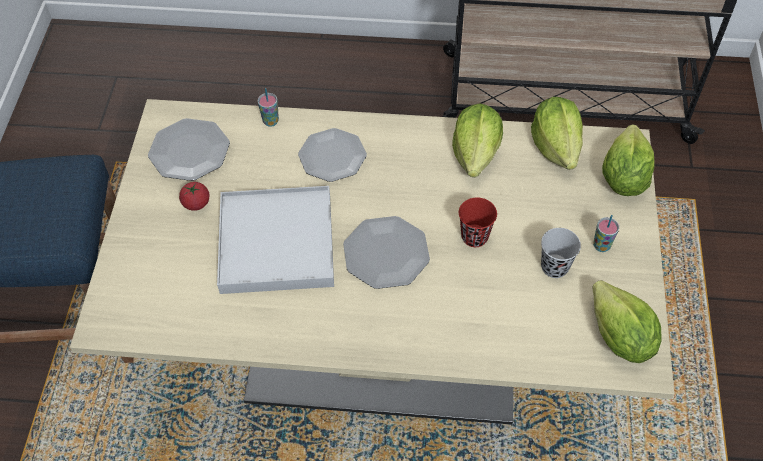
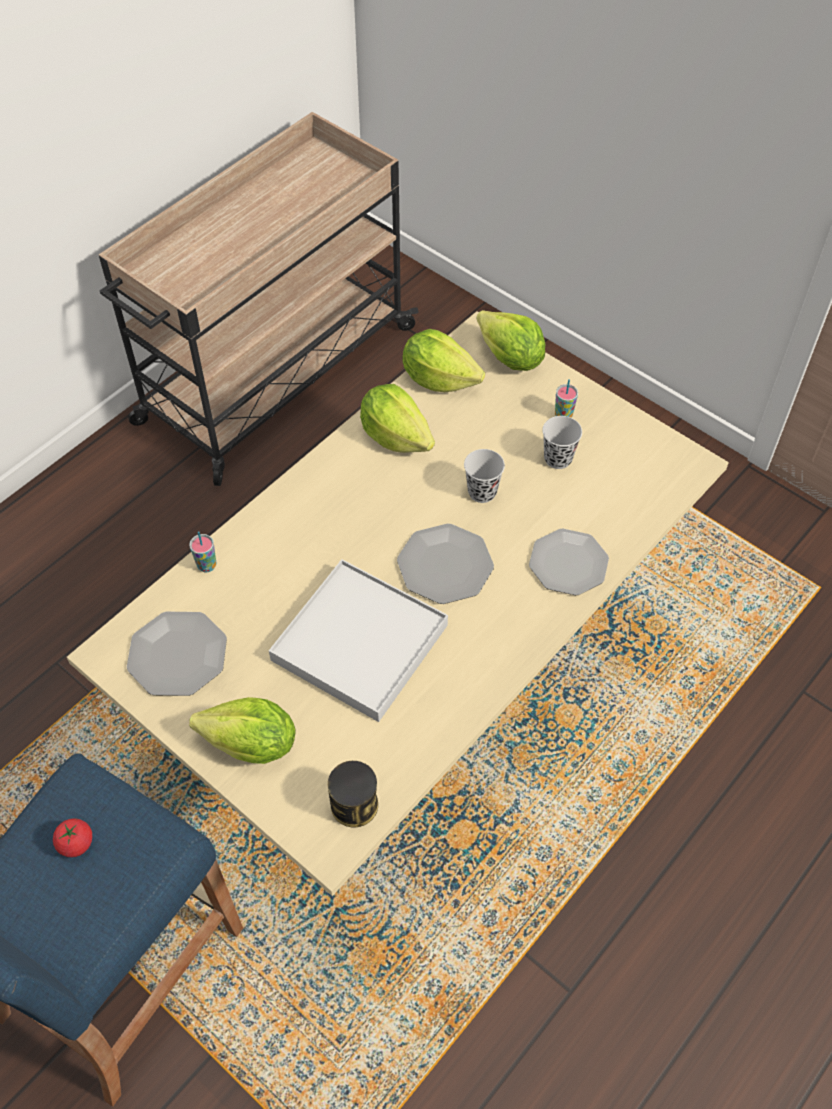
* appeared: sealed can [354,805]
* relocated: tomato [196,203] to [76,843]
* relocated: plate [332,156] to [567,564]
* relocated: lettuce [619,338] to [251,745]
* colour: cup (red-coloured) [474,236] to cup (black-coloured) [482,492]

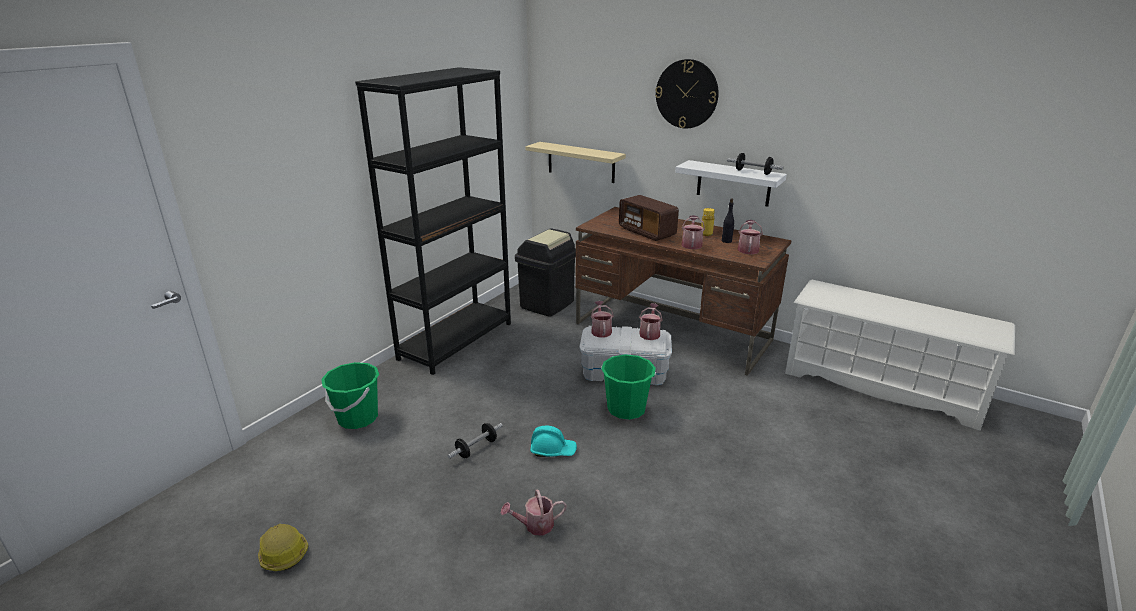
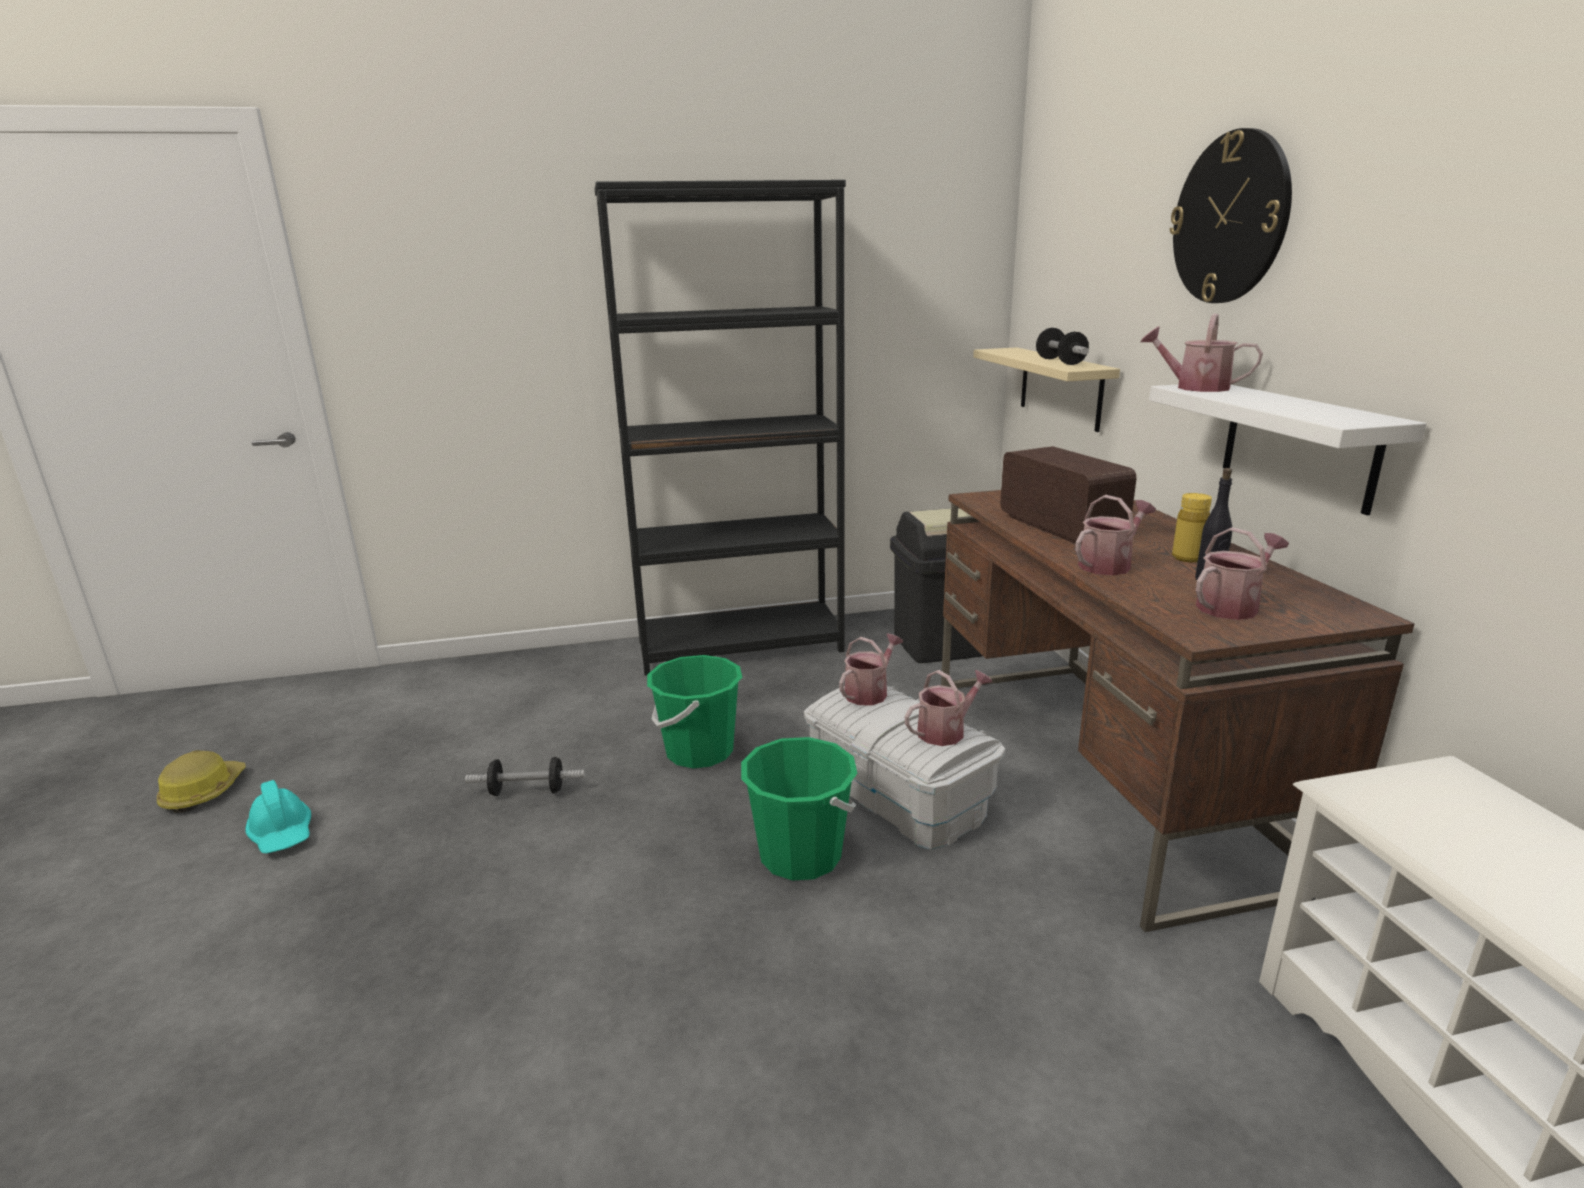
* relocated: pail (green-coloured) [357,418] to [699,751]
* relocated: watering can [535,525] to [1194,387]
* relocated: hard hat (turquoise-coloured) [553,450] to [282,833]
* relocated: hand weight [753,172] to [1060,362]
* spun: radio set [647,232] = [1060,527] 150 degrees clockwise

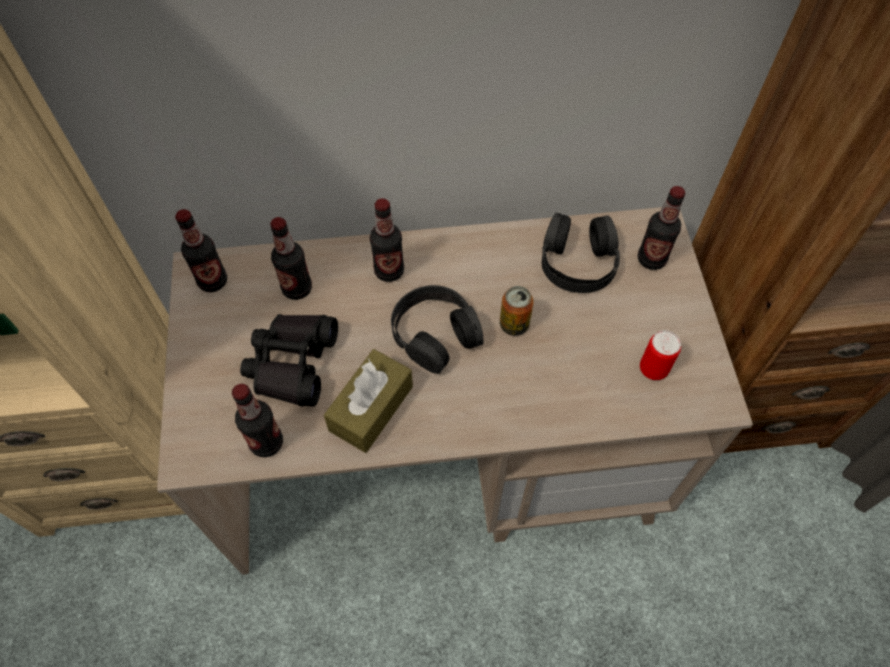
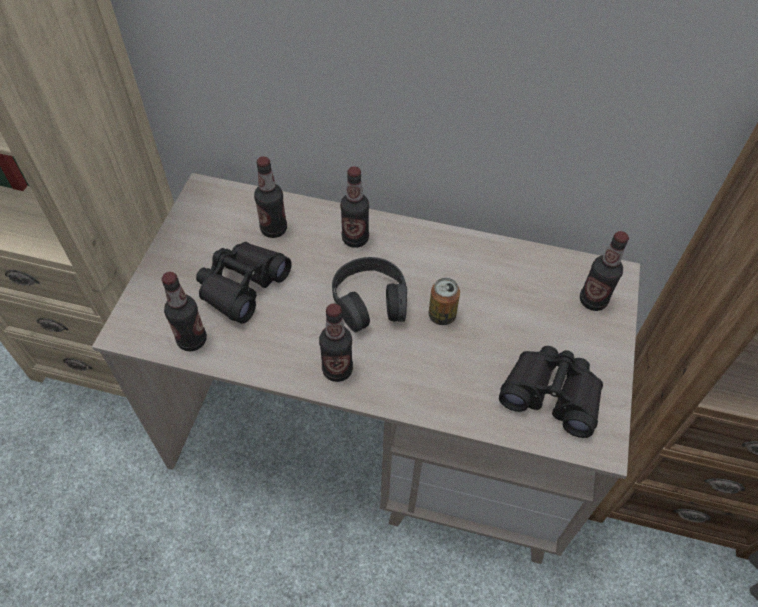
* missing: tissue box (brown) [371,408]
* missing: headphones (black-coloured) [578,261]
* relocated: drink bottle [213,281] to [337,370]
* exchanged: sealed can [653,369] to pair of binoculars (black-coloured) [551,394]

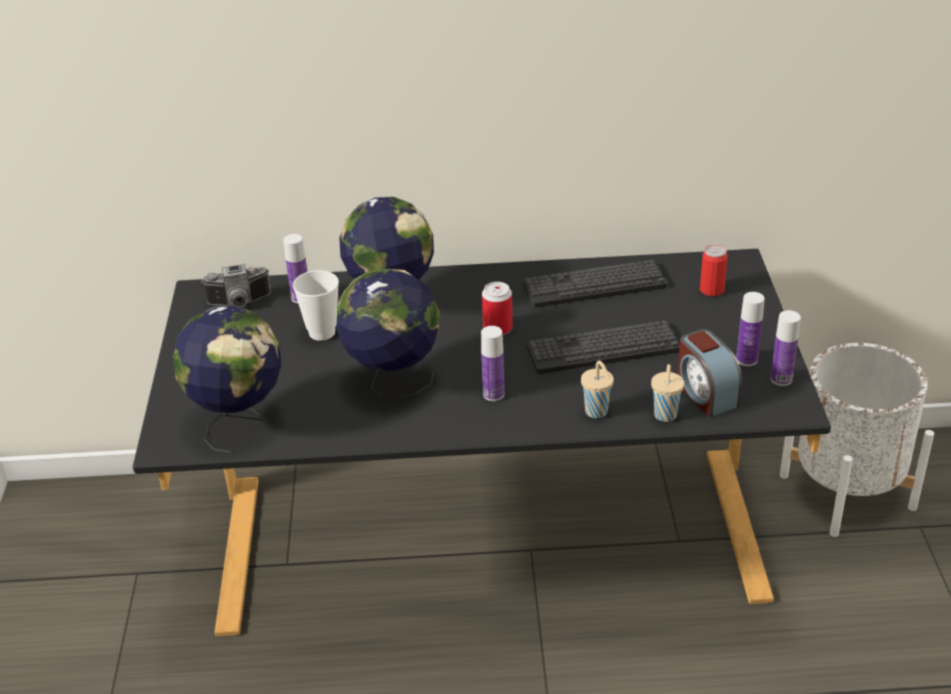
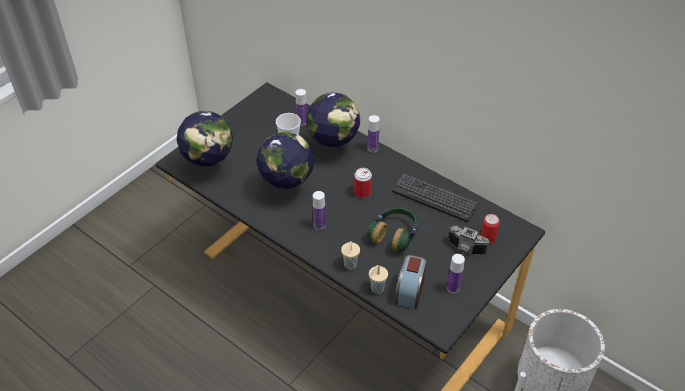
* relocated: photo camera [240,303] to [465,250]
* relocated: drink bottle [781,379] to [372,148]
* exchanged: computer keyboard [603,349] to headphones [394,235]

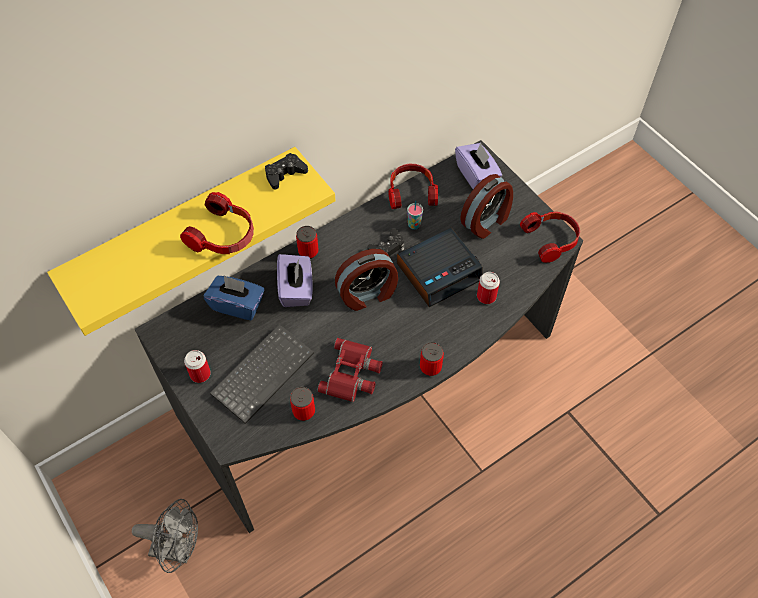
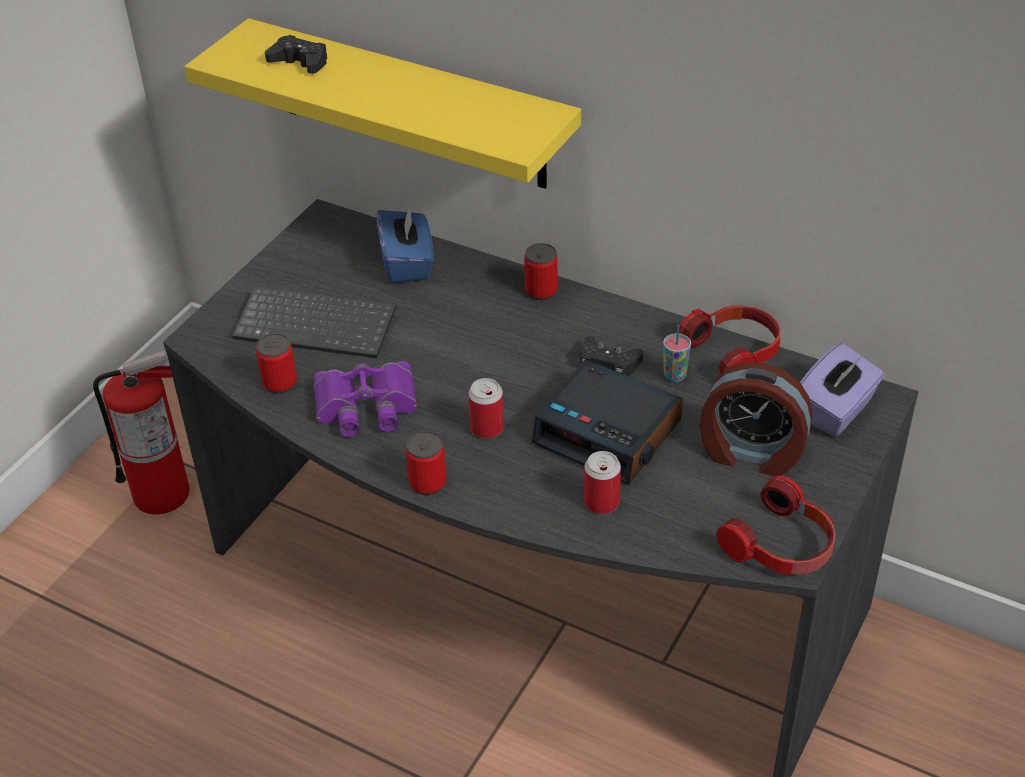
* missing: headphones [224,235]
* missing: tissue box (purple) [296,289]
* missing: table clock [367,294]
* relocated: sealed can [200,374] to [487,428]
* relocated: joypad (black-coloured) [285,174] to [300,62]
* exchanged: cooling fan (gray) [178,549] to extinguisher [162,493]
* colour: pair of binoculars (red-coloured) [352,374] to pair of binoculars (purple) [365,407]

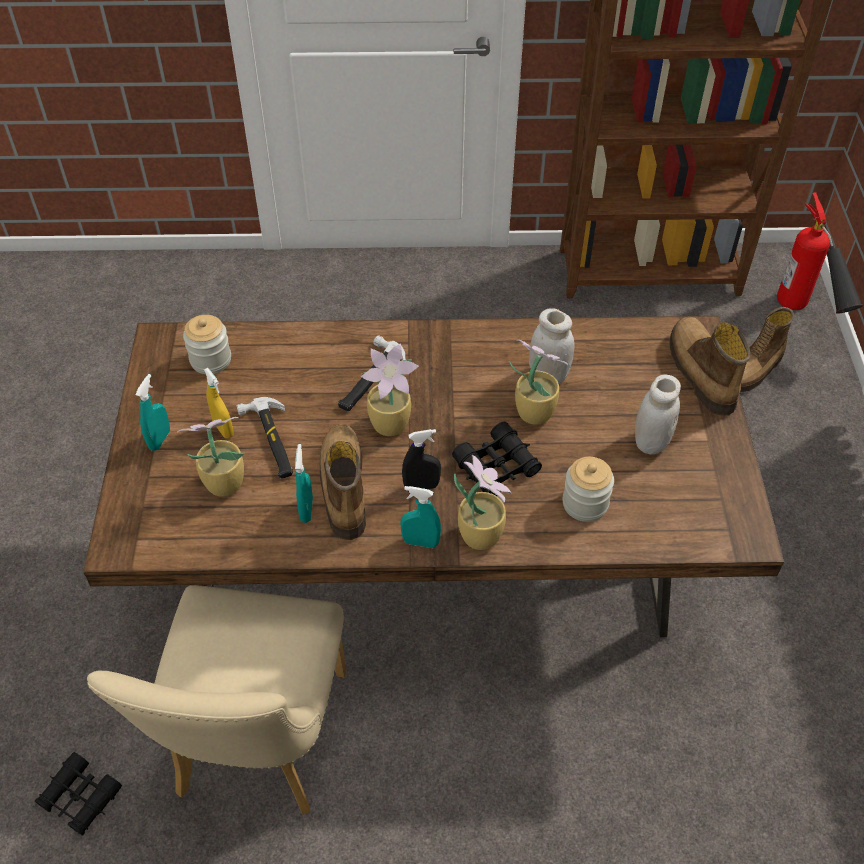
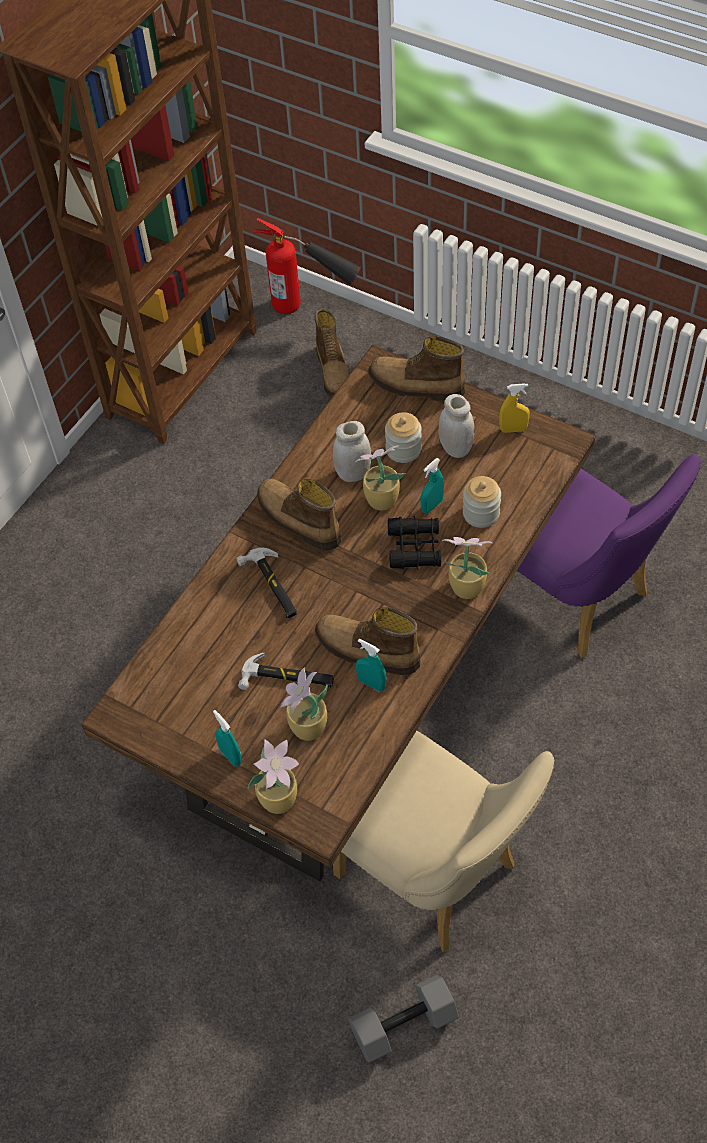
* missing: hand sprayer (black-coloured) [421,486]
* appeared: tall boot [297,521]
* appeared: plain chair (purple) [577,599]
* relocated: jar [211,360] to [403,449]
* relocated: hand sprayer (yellow) [223,429] to [513,429]
* relocated: plant in a pot [392,424] to [280,798]
* relocated: hand sprayer (turquoise-coloured) [420,542] to [432,506]
* exchanged: pair of binoculars (black-coloured) [80,798] to hand weight (gray) [403,1026]

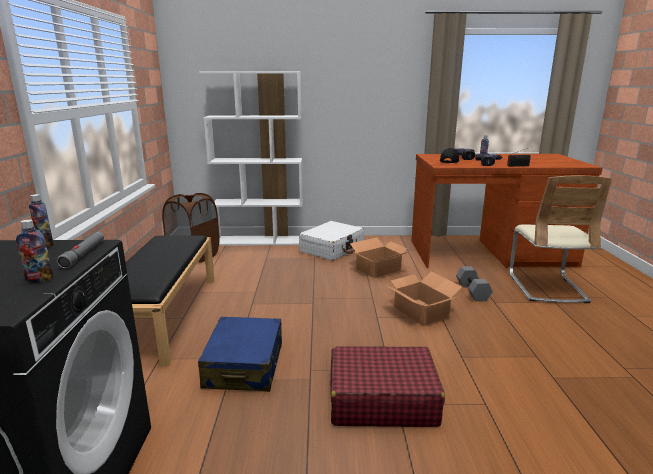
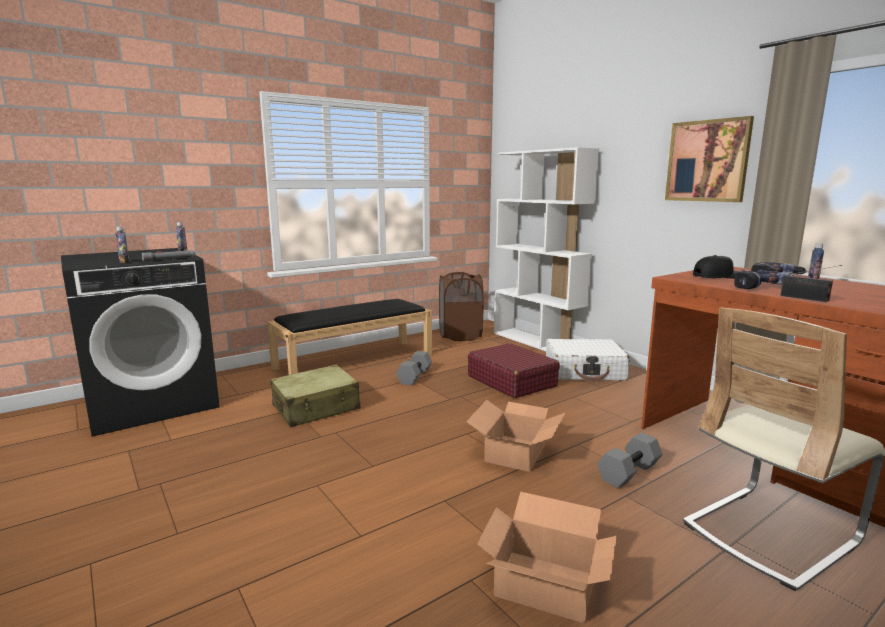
* appeared: hand weight (gray) [414,376]
* appeared: wall picture [707,161]
* relocated: travel case (red-coloured) [381,399] to [511,381]
* relocated: packing box [379,269] to [546,586]
* colour: travel case (blue) [244,365] to travel case (beige-coloured) [316,408]

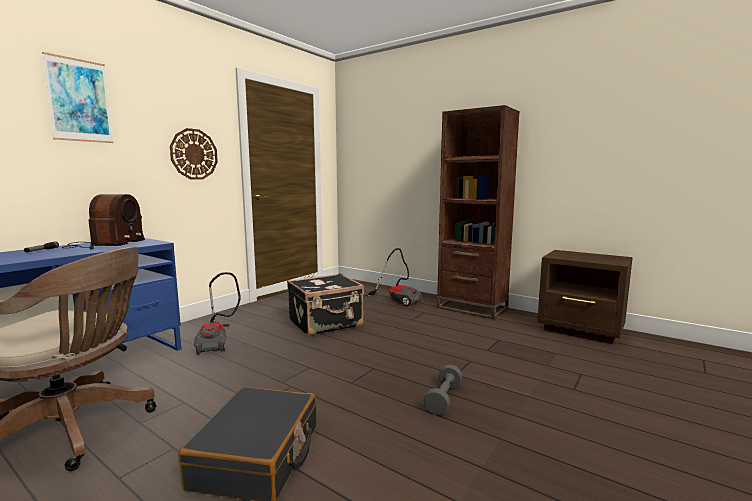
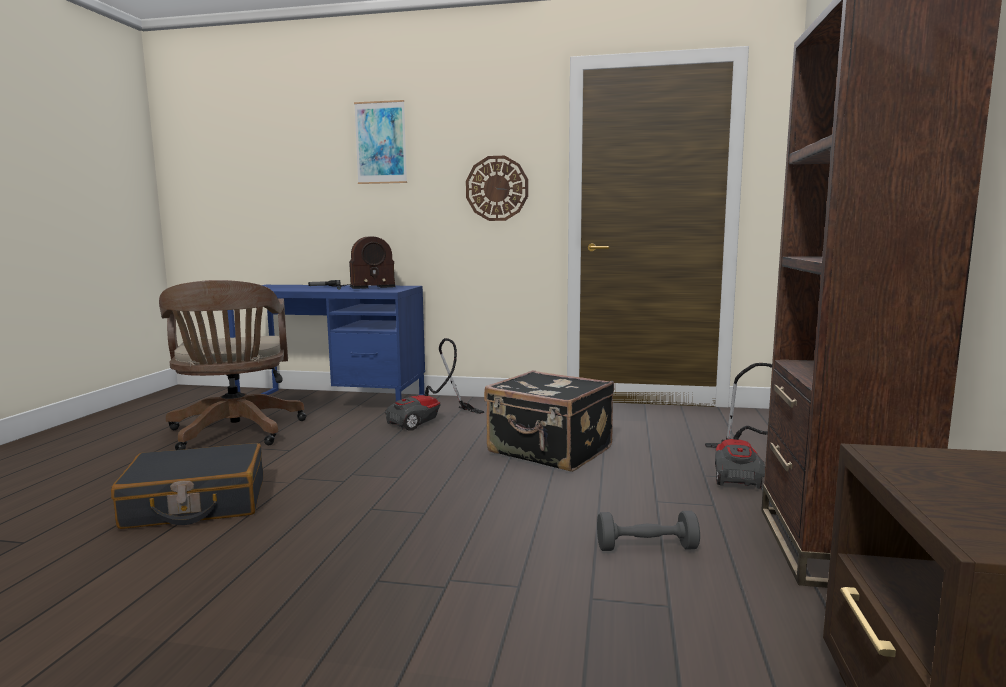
* relocated: hand weight (gray) [443,399] to [646,547]

